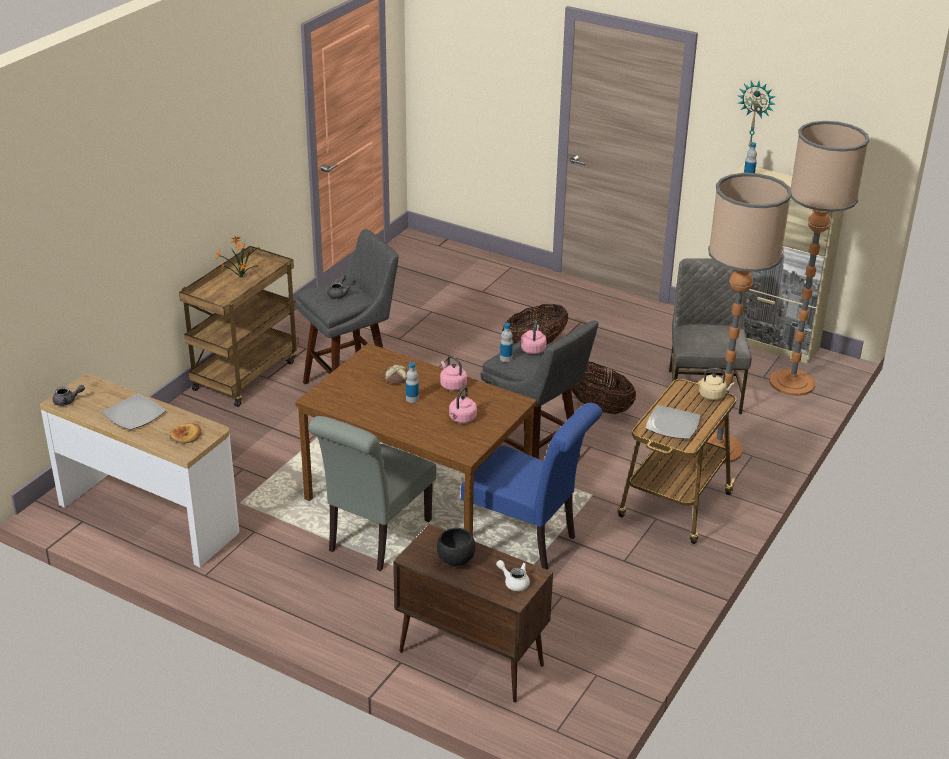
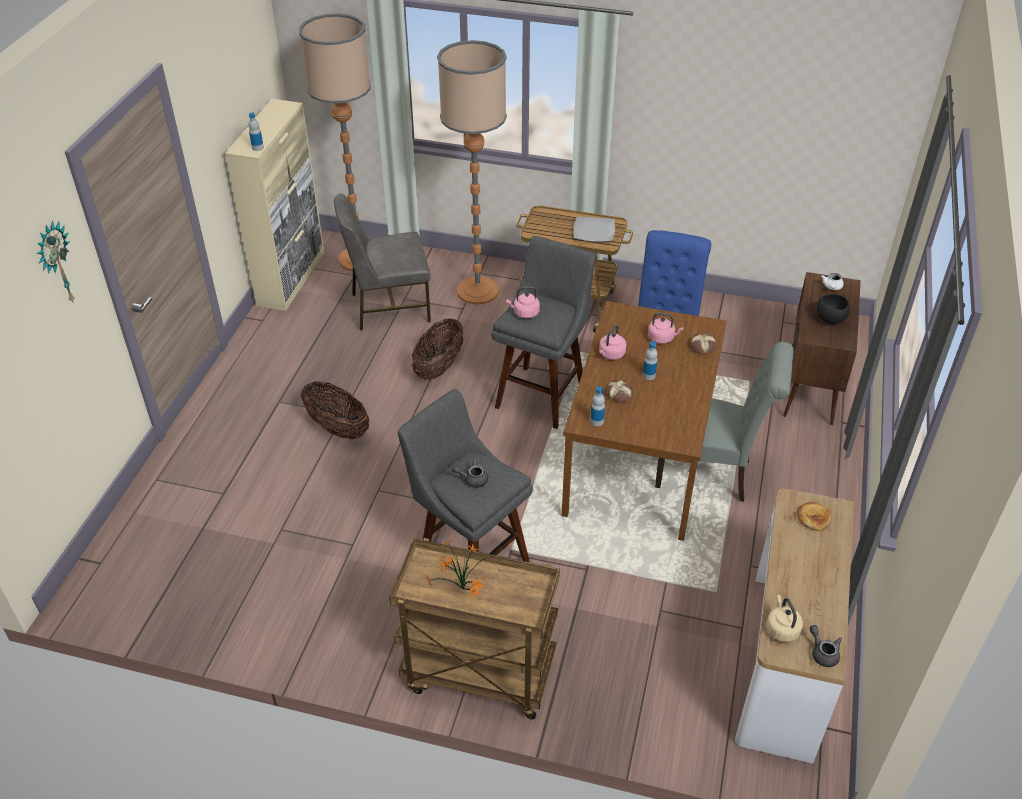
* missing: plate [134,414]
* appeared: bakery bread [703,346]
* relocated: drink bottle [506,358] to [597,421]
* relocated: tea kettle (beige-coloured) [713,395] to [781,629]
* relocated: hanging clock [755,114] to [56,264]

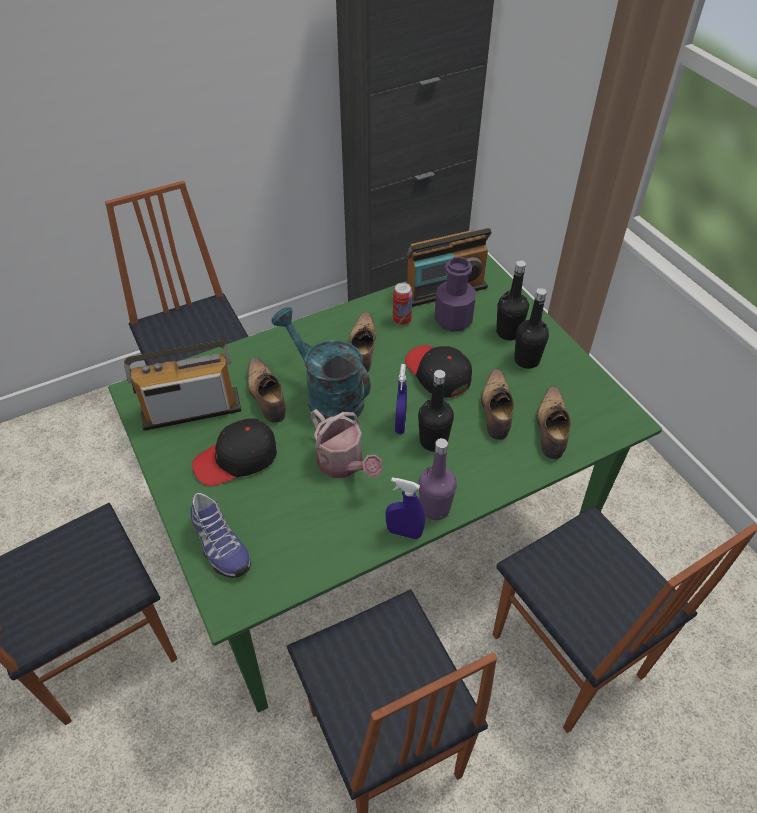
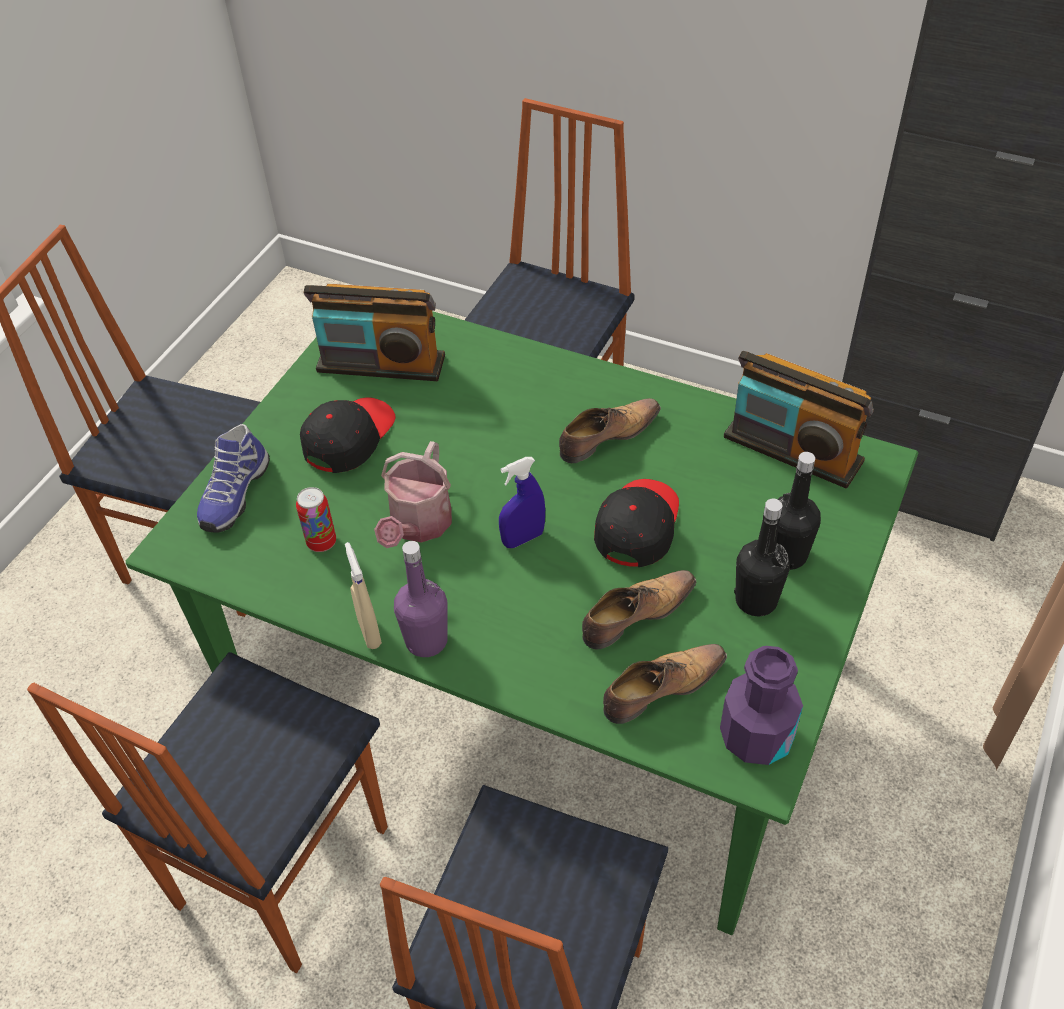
* missing: shoe [266,395]
* missing: watering can (turquoise-coloured) [327,395]
* missing: drink bottle (black-coloured) [433,441]
* relocated: sealed can [401,320] to [321,542]
* relocated: drink bottle (purple) [453,320] to [756,736]
* colour: hand sprayer (blue) [404,532] to hand sprayer (beige-coloured) [369,632]
* spun: radio set [191,410] = [381,364] 150 degrees clockwise
* spun: peaked cap (black-coloured) [236,459] = [349,438] 90 degrees clockwise

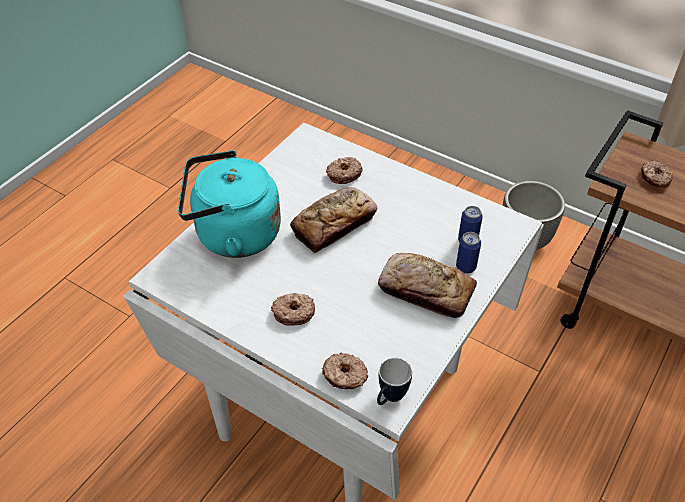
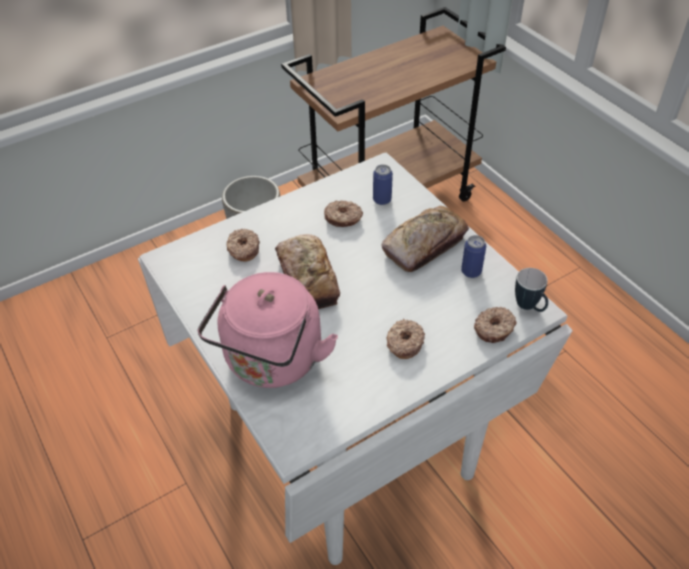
* relocated: sealed can [466,267] to [471,271]
* relocated: donut [654,178] to [343,218]
* colour: tea kettle (turquoise-coloured) [233,235] to tea kettle (pinkish) [272,362]

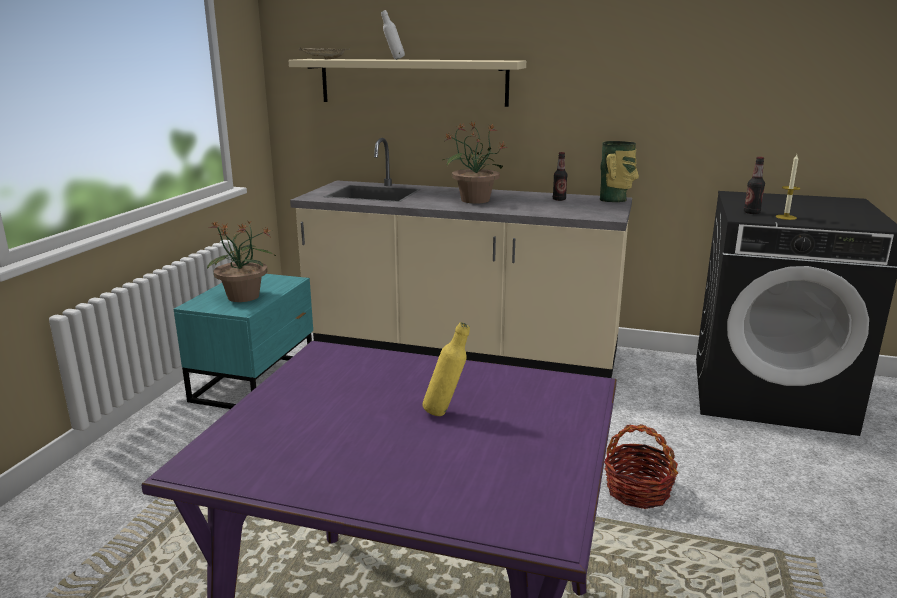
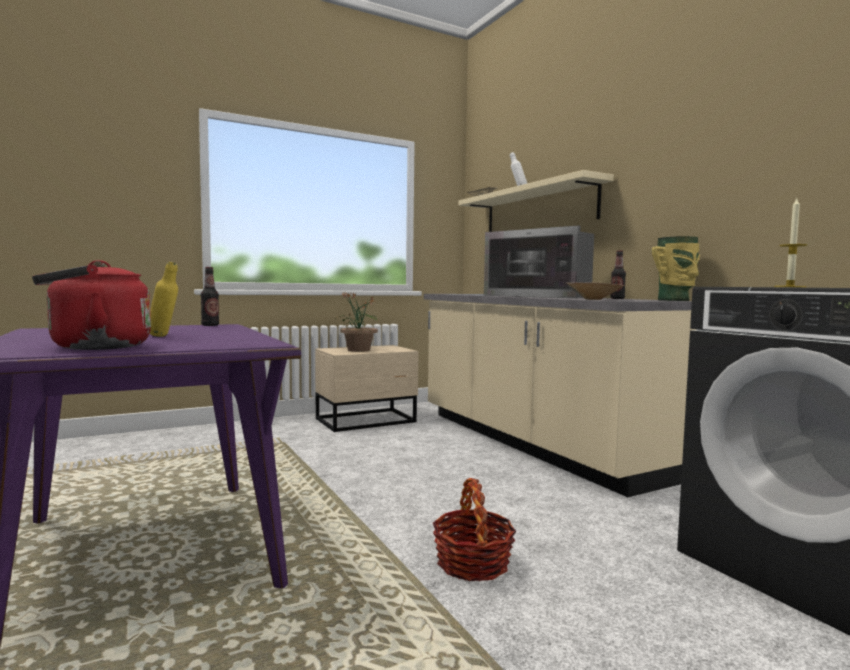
* appeared: tea kettle (red-coloured) [94,347]
* appeared: serving bowl (beige-coloured) [594,299]
* relocated: drink bottle [751,212] to [210,325]
* exchanged: plant in a pot [474,200] to microwave [541,296]
* colour: bedside table (turquoise-coloured) [257,381] to bedside table (beige-coloured) [367,421]

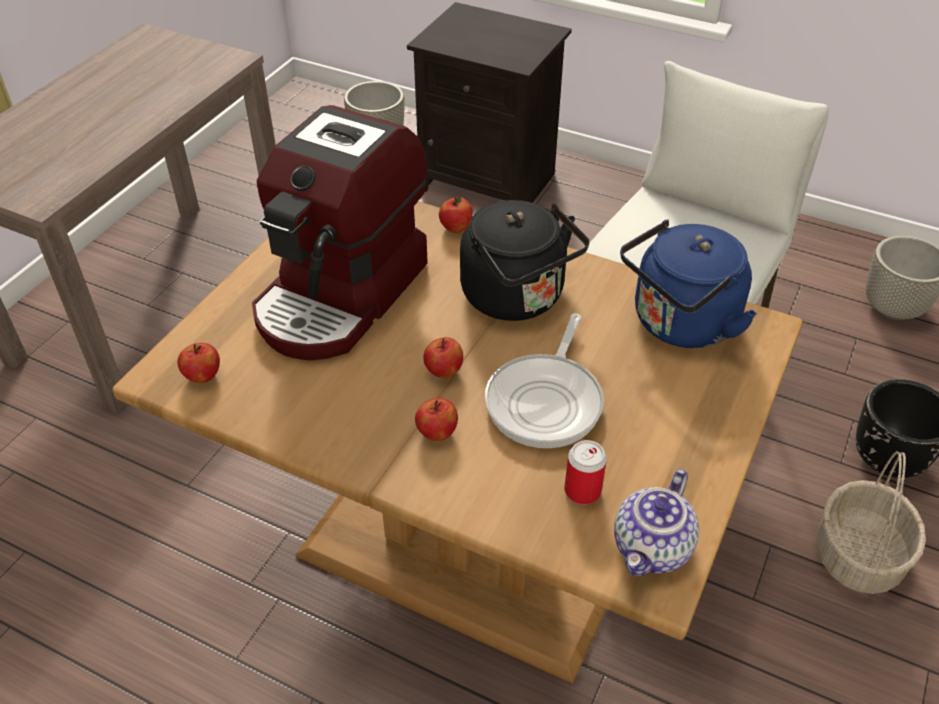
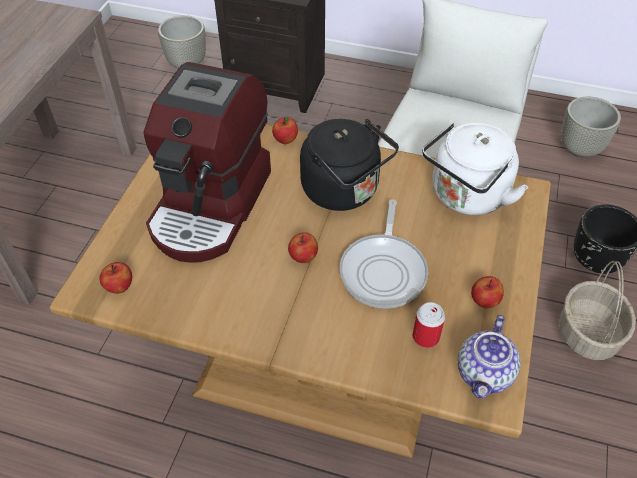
* relocated: whole apple [437,433] to [484,301]
* colour: tea kettle (blue) [680,324] to tea kettle (whitish) [466,197]

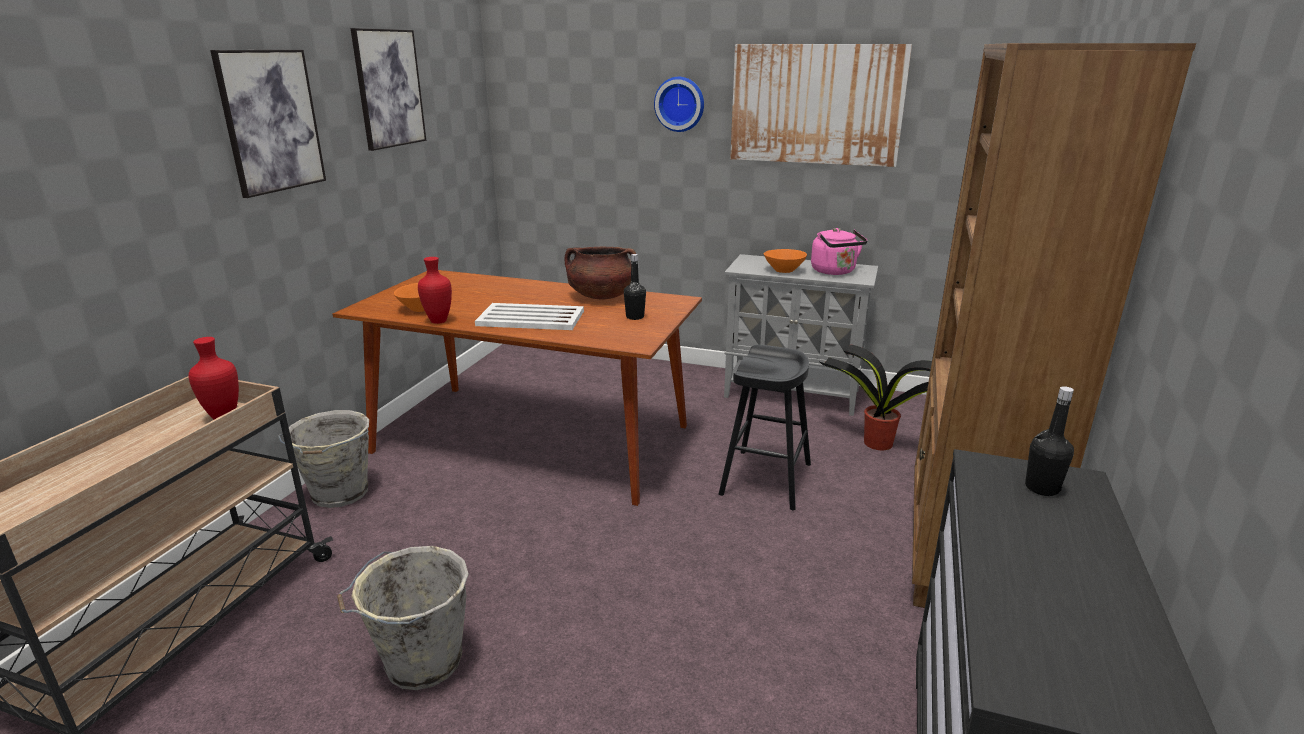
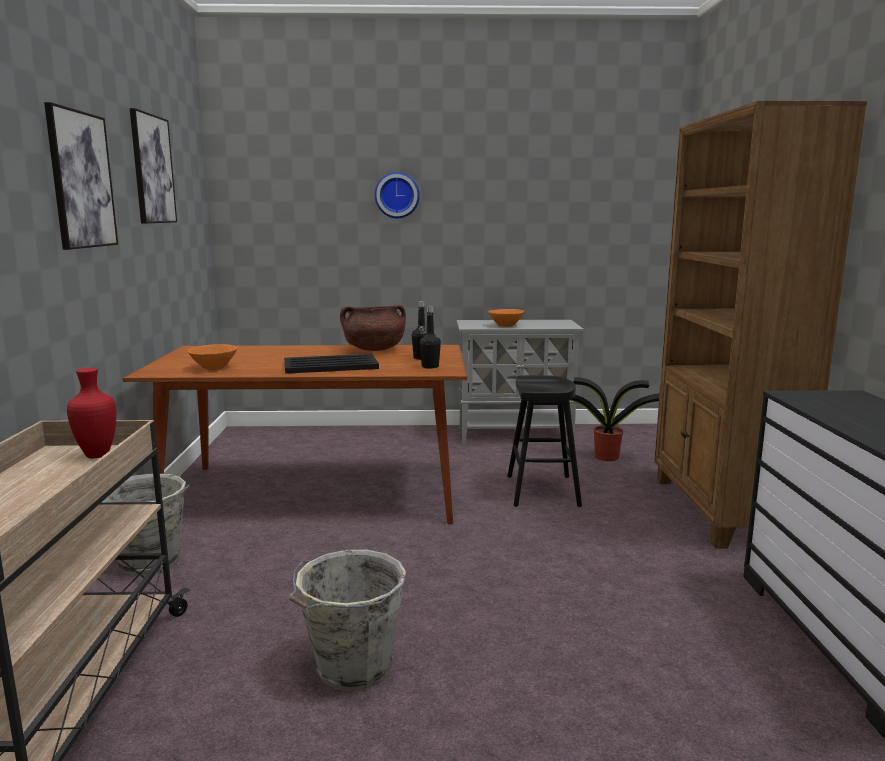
* missing: flower vase (red-coloured) [439,321]
* missing: wall picture [816,104]
* missing: tea kettle (pinkish) [835,272]
* relocated: drink bottle (black-coloured) [1041,488] to [430,366]
* colour: serving tray (whitish) [532,318] to serving tray (black-coloured) [331,365]

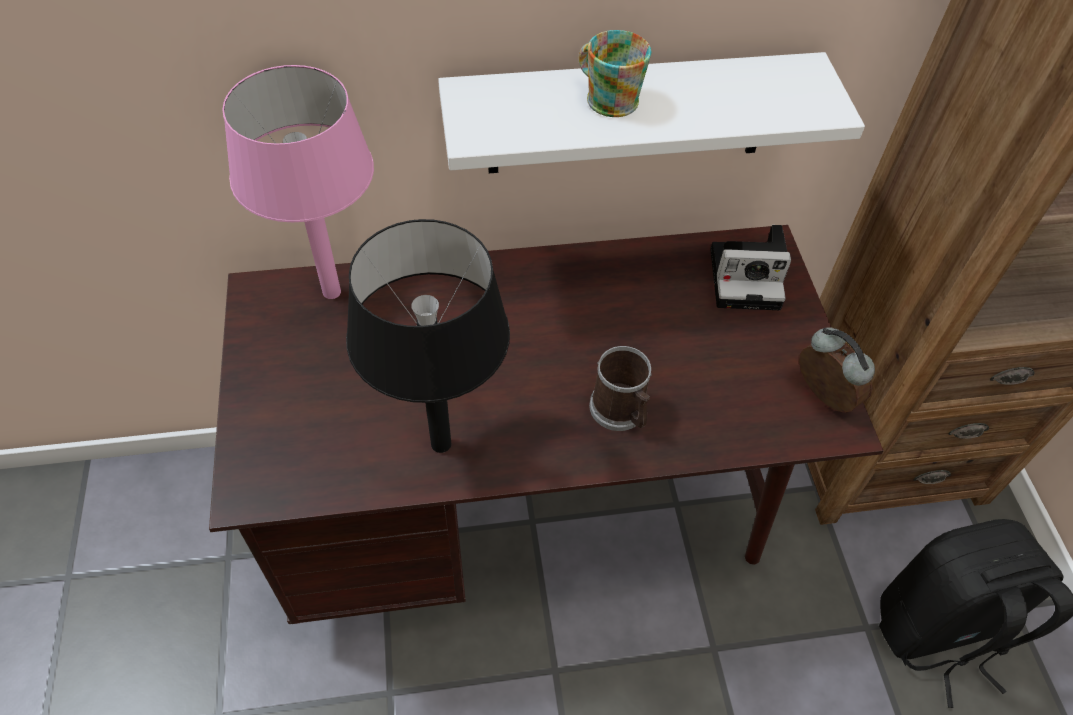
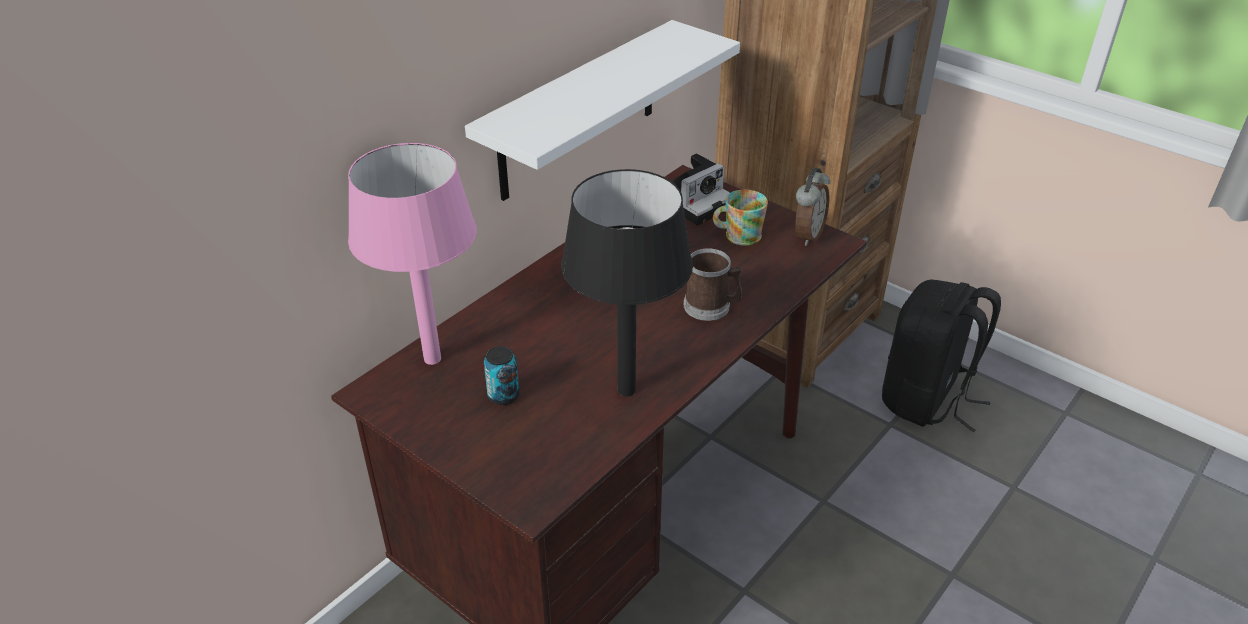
* appeared: sealed can [503,395]
* relocated: coffee mug [607,97] to [737,235]
* spun: table clock [821,397] = [807,235] 105 degrees clockwise

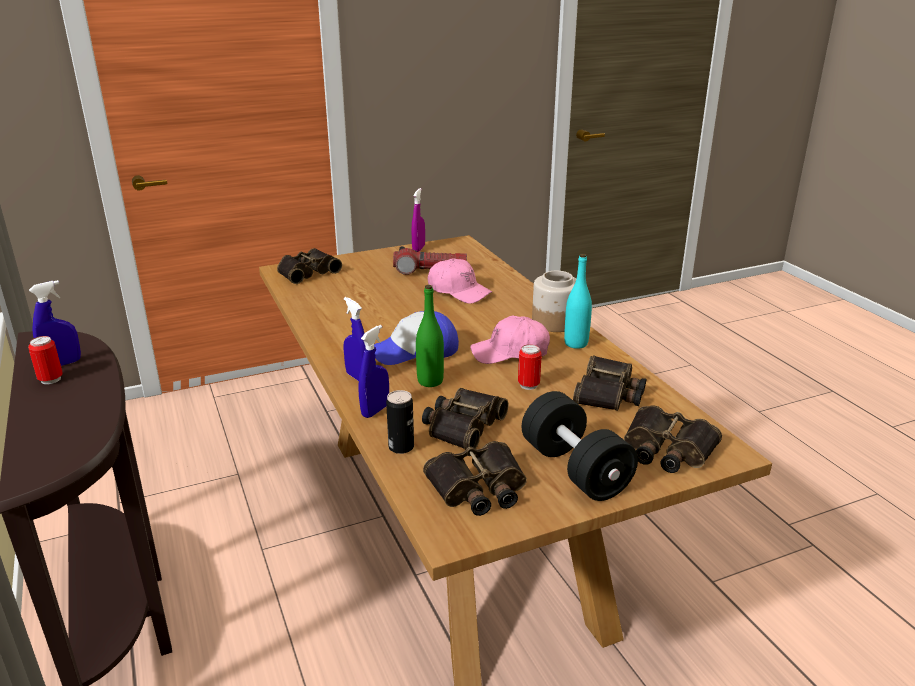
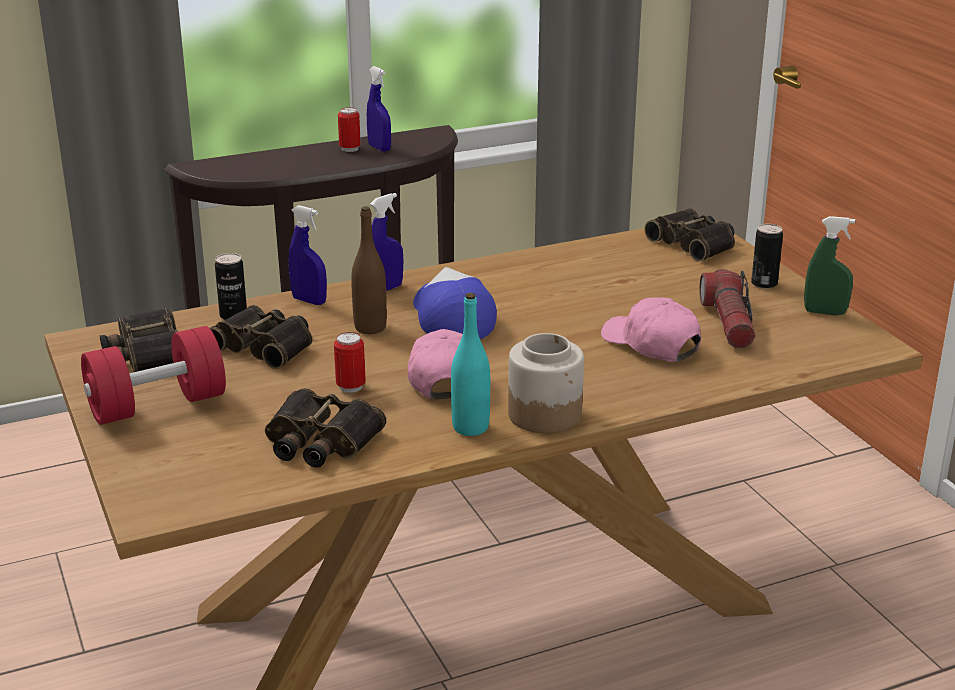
* missing: pair of binoculars [666,449]
* appeared: sealed can [764,284]
* colour: hand sprayer (purple) [418,248] to hand sprayer (green-coloured) [825,312]
* colour: drink bottle (green-coloured) [430,381] to drink bottle (brown) [370,328]
* colour: hand weight (black-coloured) [575,469] to hand weight (red-coloured) [157,405]
* spun: peaked cap (pinkish) [458,291] = [651,344] 105 degrees clockwise

